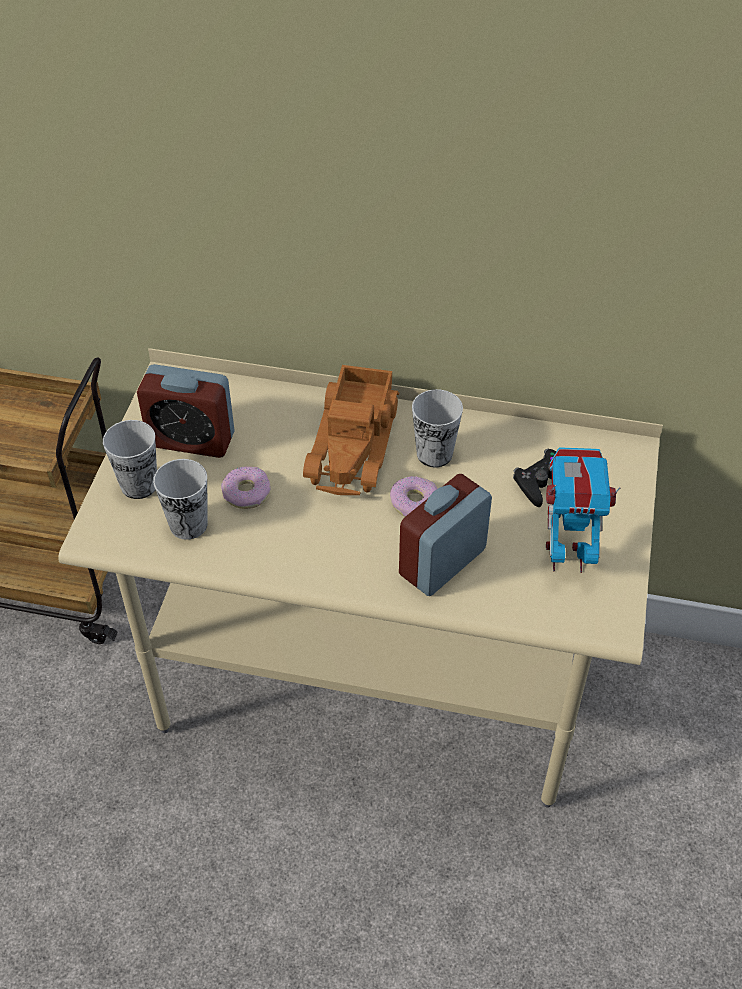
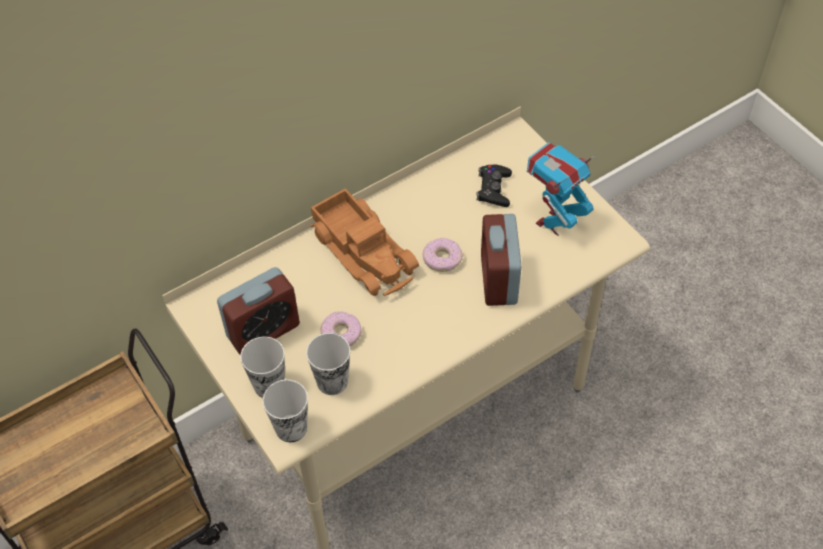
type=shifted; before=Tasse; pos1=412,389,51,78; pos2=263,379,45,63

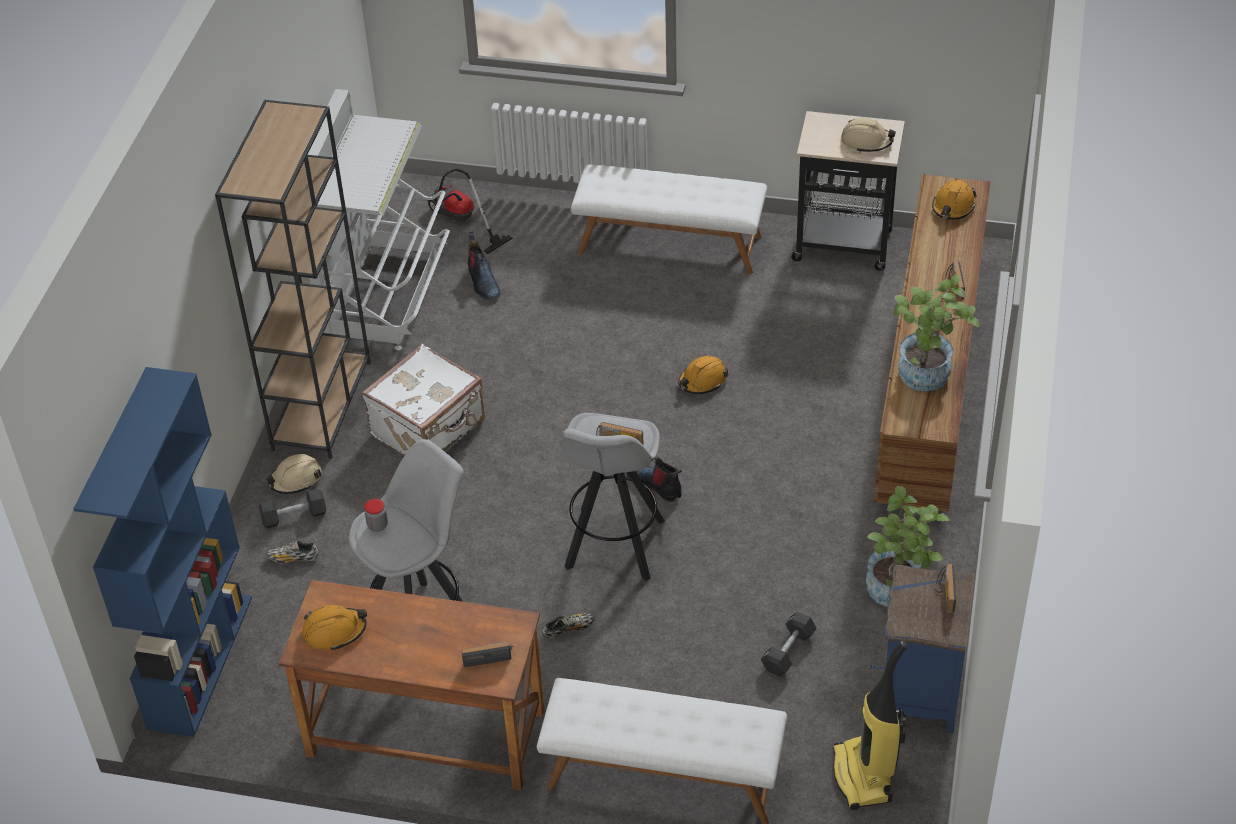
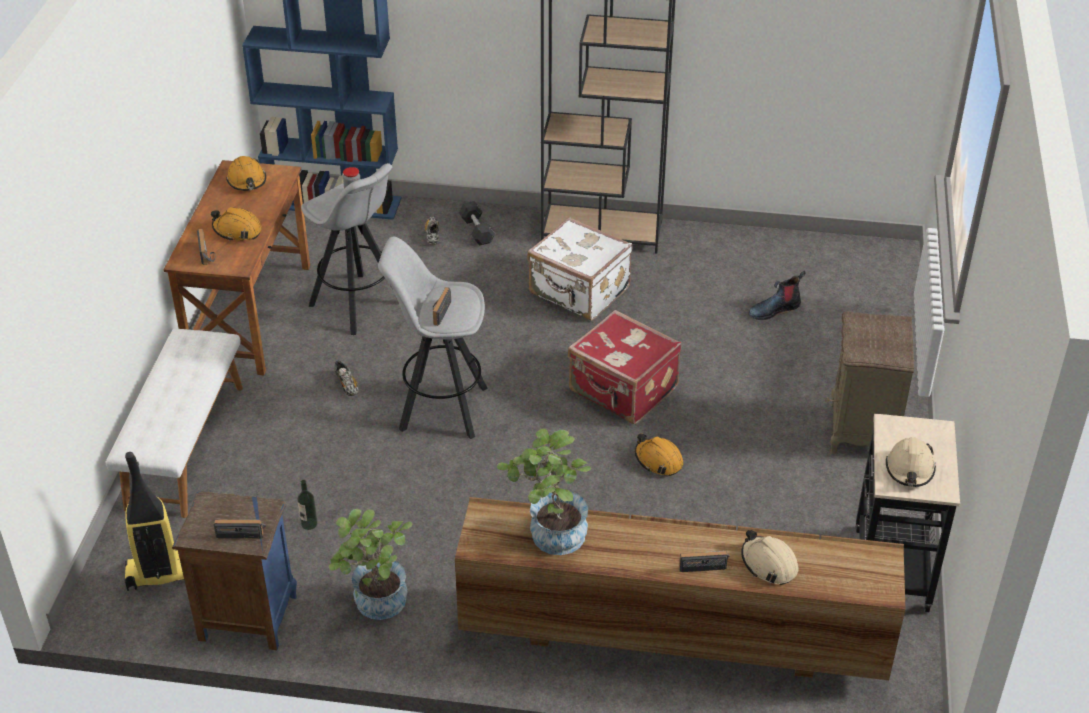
type=shifted; before=Schutzhelm [orange]; pos1=932,180,45,40; pos2=211,207,51,34
type=swapped; before=Hantel [schwarz]; after=Flasche; pos1=760,611,57,65; pos2=297,480,21,50
type=new; after=Koffer [rot]; pos2=568,310,114,114
type=shifted; before=Schutzhelm [beige]; pos1=266,454,56,40; pos2=741,530,58,55
type=swapped; before=Bank [weiß]; after=Nachttisch [beige]; pos1=571,164,196,110; pos2=825,311,89,143
type=gone; before=Schuhregal [weiß]; pos1=308,89,142,261
type=gone; before=Staubsauger; pos1=428,168,85,86
type=gone; before=Stiefel; pos1=626,456,56,46

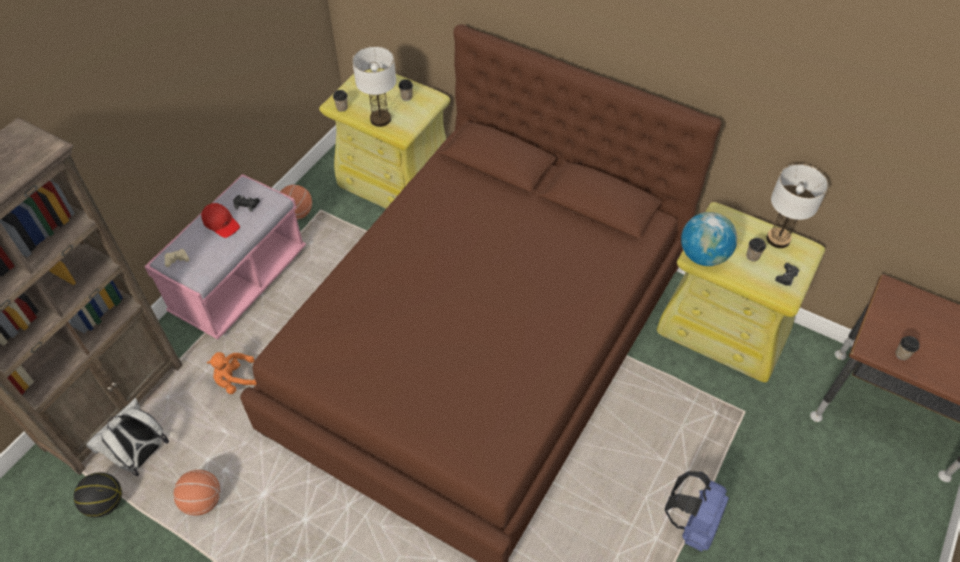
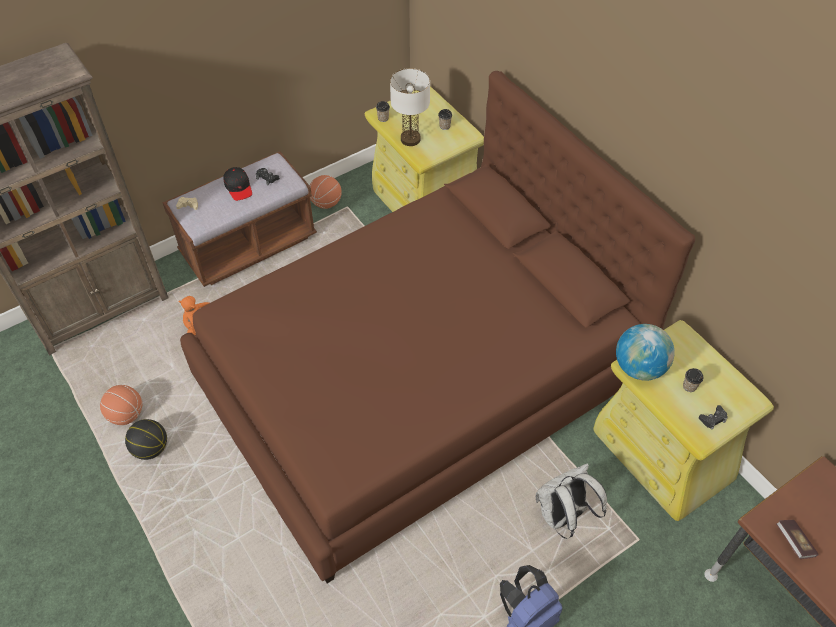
type=shifted; before=Basketball; pos1=74,472,48,45; pos2=125,419,42,41
type=repainted; before=Bank [rosa]; after=Bank [braun]; pos1=144,174,162,166; pos2=162,151,155,136
type=repainted; before=Kappe [rot]; after=Kappe [schwarz]; pos1=201,203,39,35; pos2=223,167,29,34
type=shifted; before=Rucksack [weiß]; pos1=86,398,83,78; pos2=536,463,71,76
type=swapped; before=Tasse; after=Buch; pos1=895,336,25,24; pos2=776,520,43,39
type=gone; before=Tischlampe; pos1=767,164,61,84

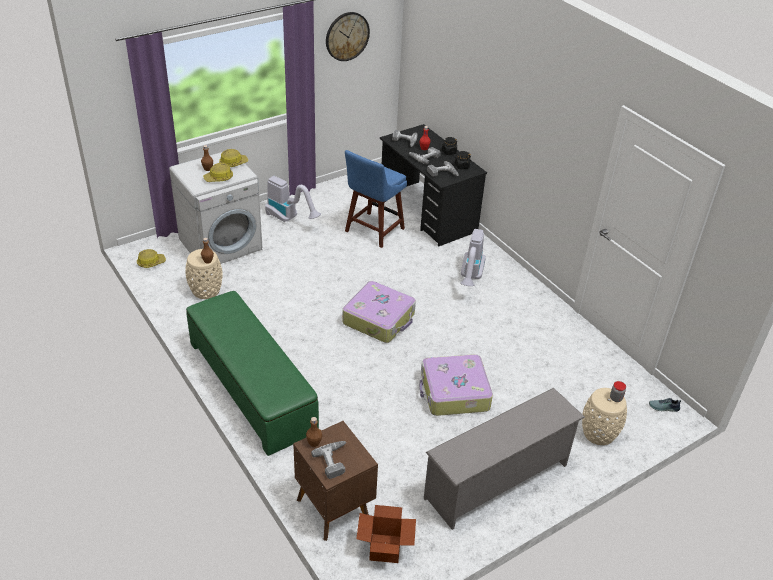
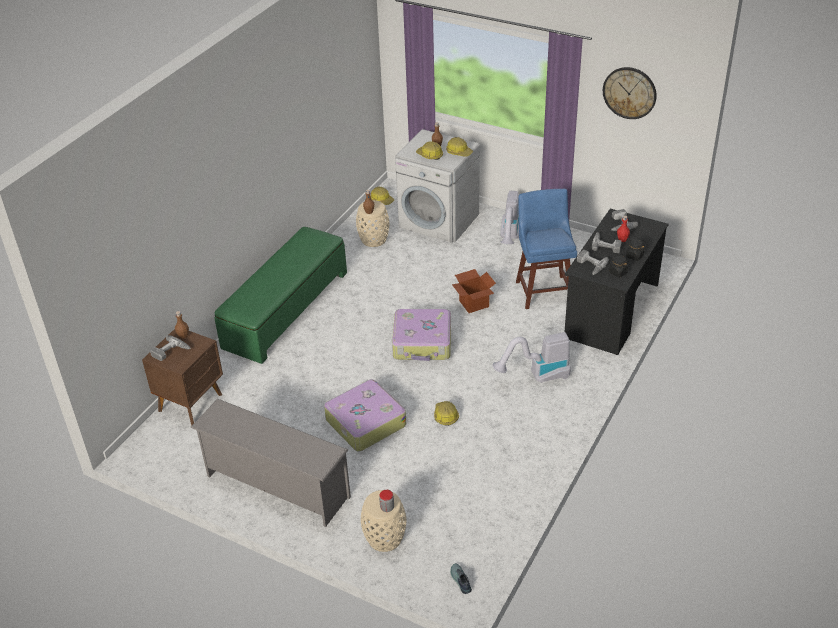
type=new; after=Schutzhelm; pos2=434,401,25,25
type=shifted; before=Karton; pos1=356,505,60,58; pos2=452,269,44,44
type=rotated; before=Stuhl [blau]; pos1=345,150,62,98; pos2=516,189,61,120; turn=75

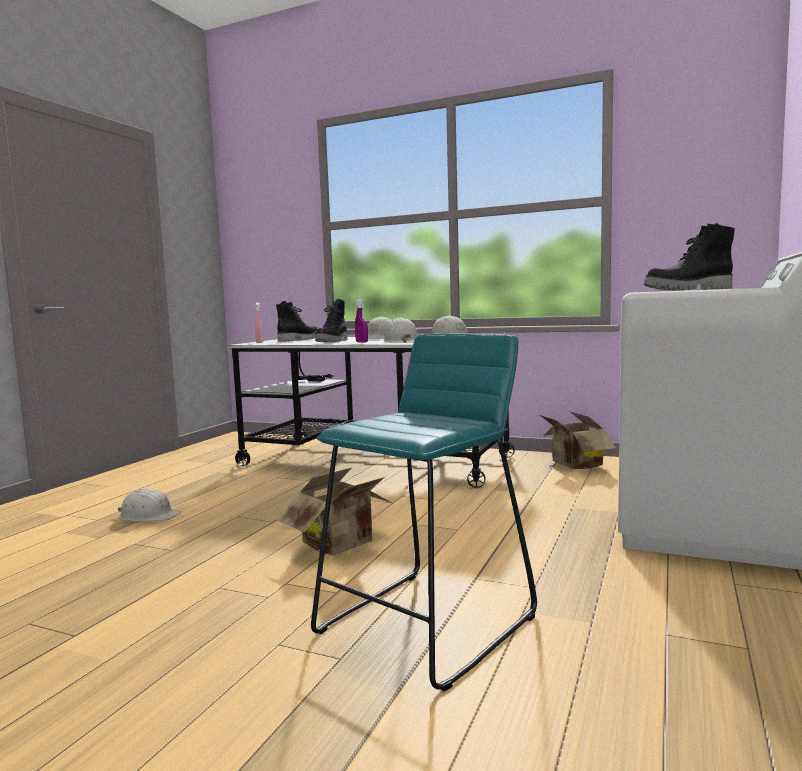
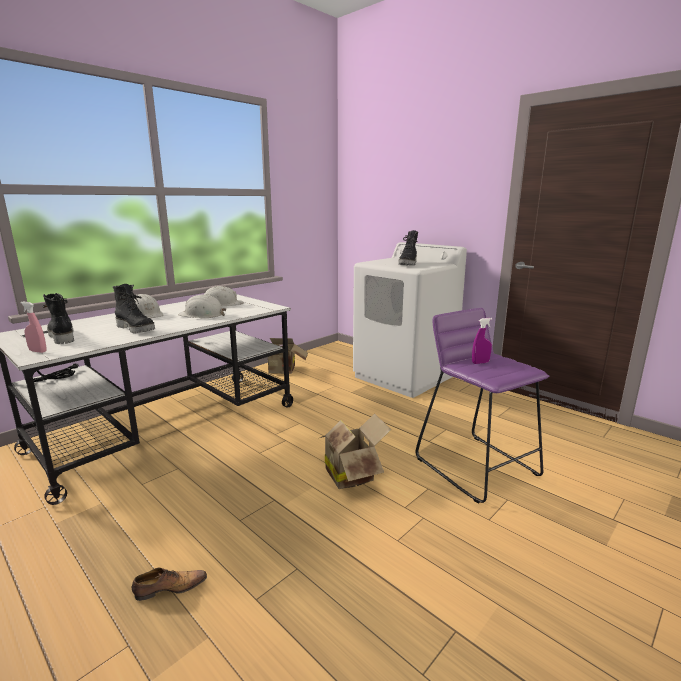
type=swapped; before=Schutzhelm [weiß]; after=Schuh; pos1=118,488,63,33; pos2=132,568,75,33
type=repainted; before=Hocker [türkis]; after=Hocker [lila]; pos1=311,334,226,358; pos2=416,308,133,196
type=shifted; before=Sprühflasche [lila]; pos1=355,299,13,44; pos2=472,318,20,46

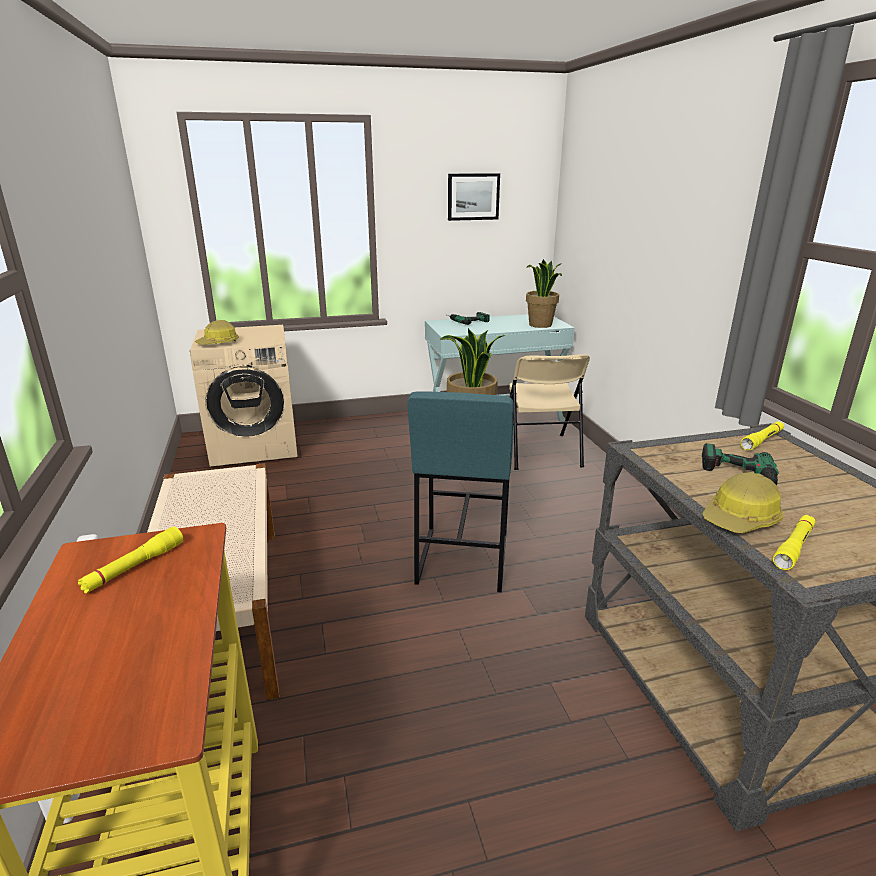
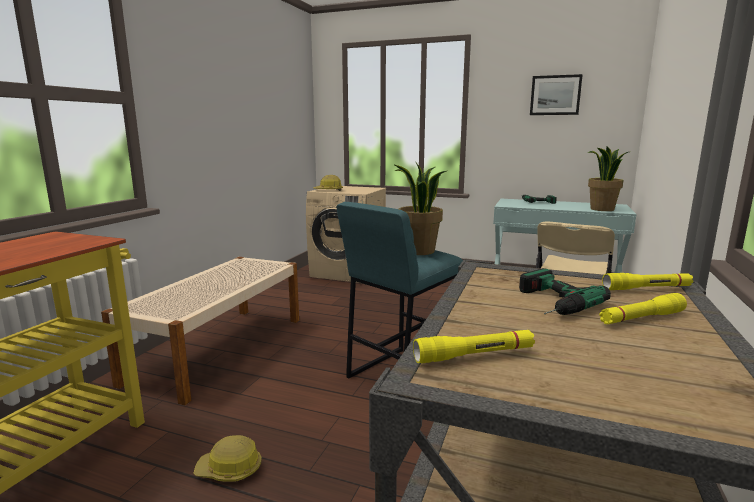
type=shifted; before=Schutzhelm; pos1=702,472,81,61; pos2=193,435,69,47
type=shifted; before=Taschenlampe [gelb]; pos1=78,527,105,66; pos2=599,293,88,31

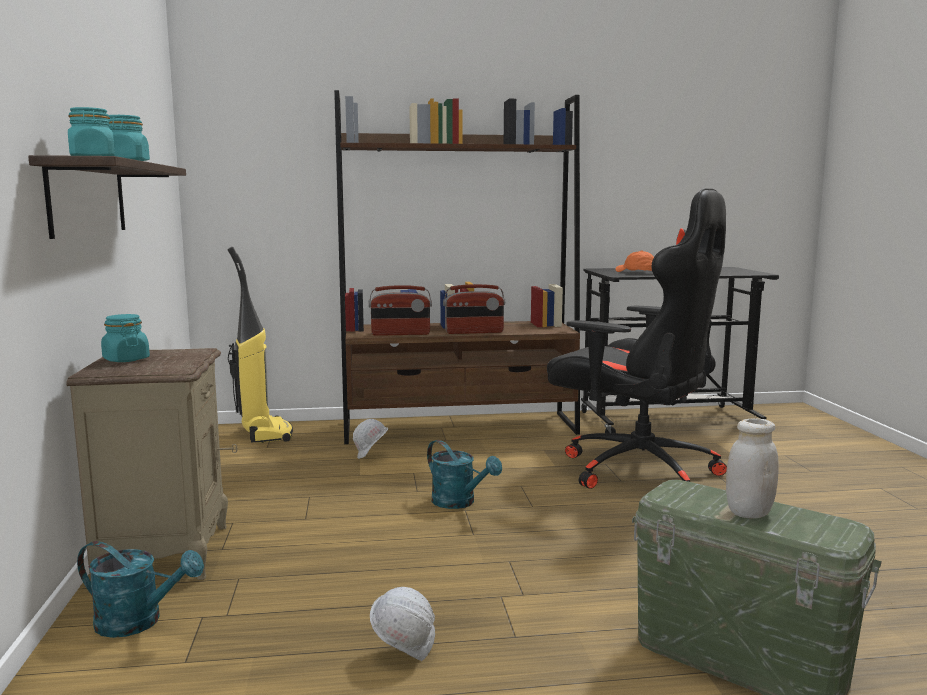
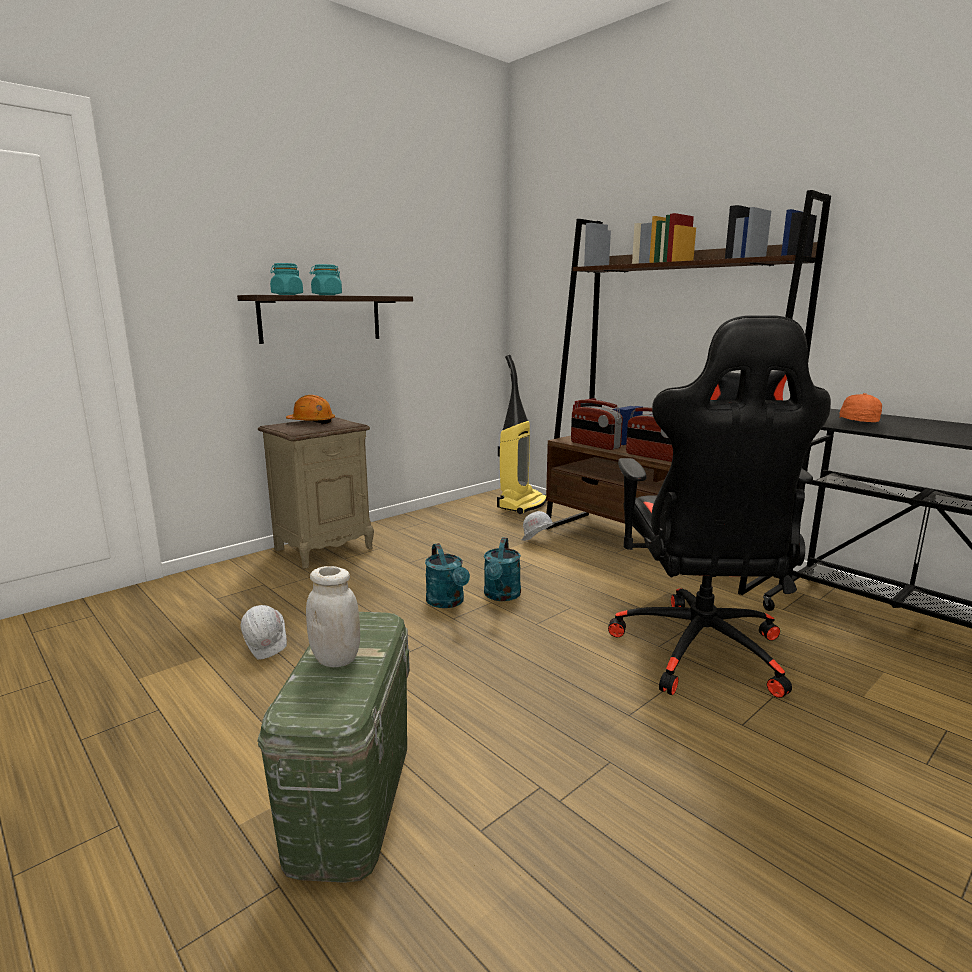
type=swapped; before=Vorratsglas [türkis]; after=Schutzhelm [orange]; pos1=101,314,49,48; pos2=286,395,49,29
type=shifted; before=Gießkanne [türkis]; pos1=77,541,127,97; pos2=425,543,45,65

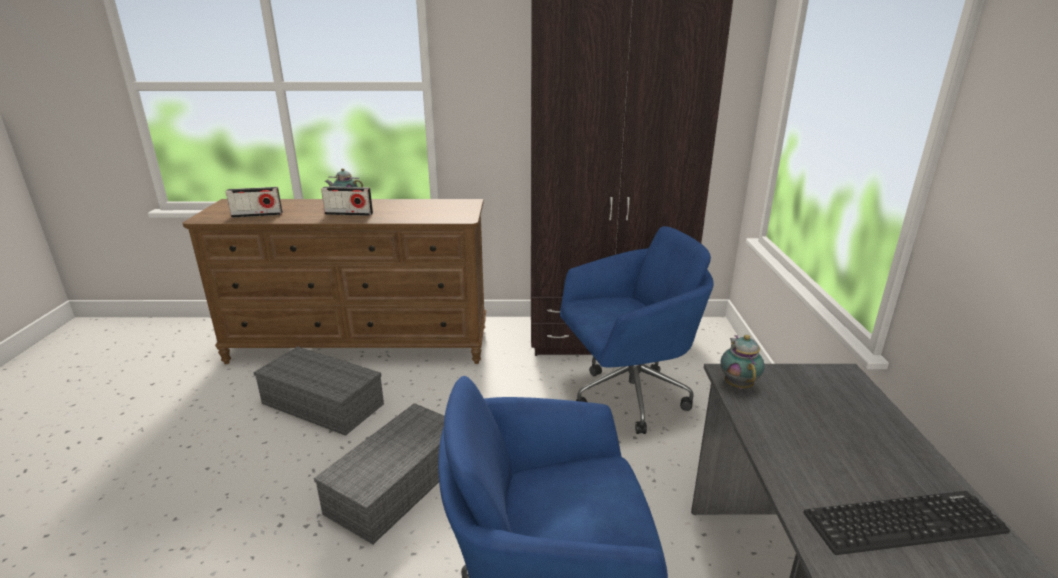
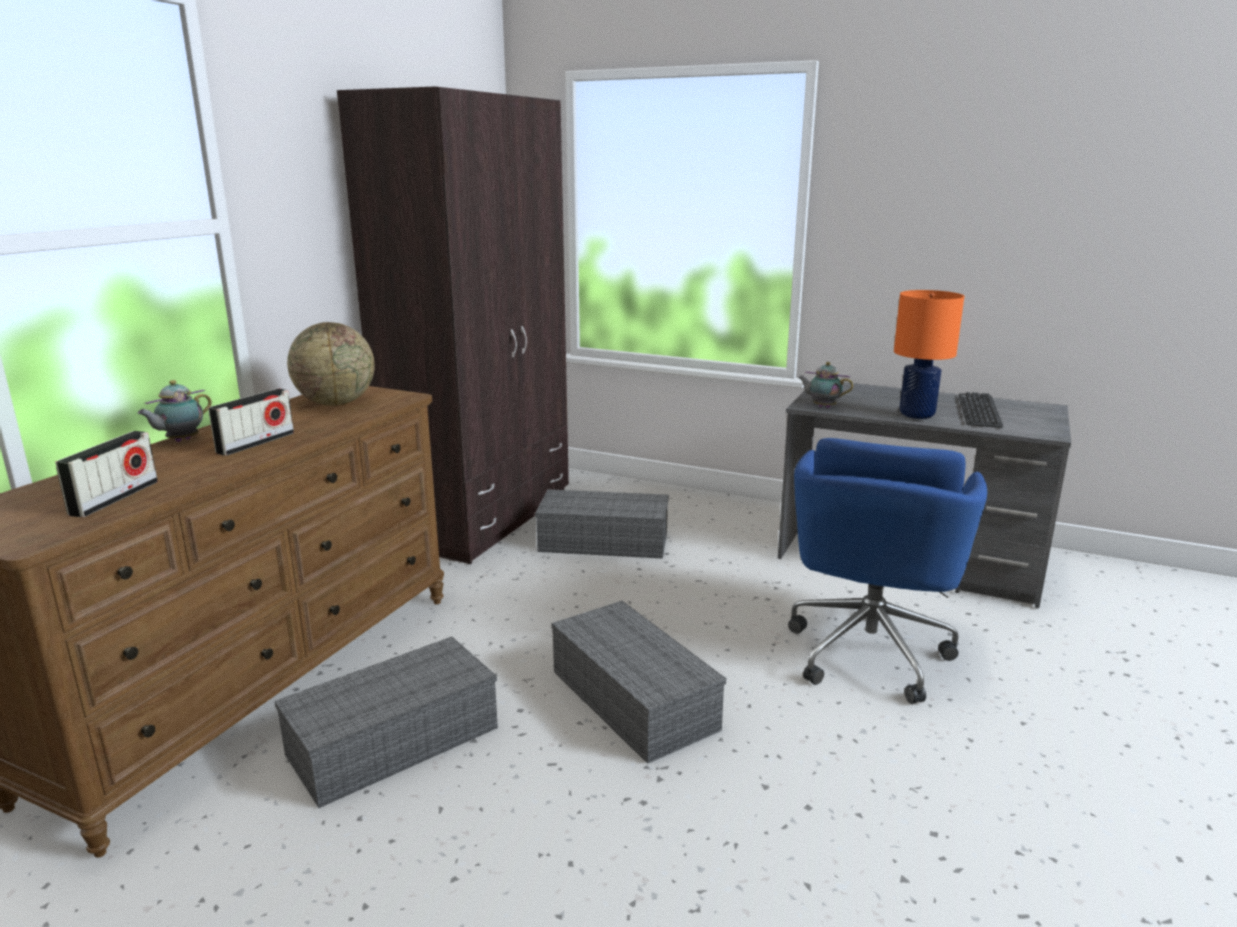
type=new; after=Globus; pos2=287,322,88,84
type=swapped; before=Bürostuhl [blau]; after=Aufbewahrungsbox [grau]; pos1=560,226,153,208; pos2=535,489,134,70
type=new; after=Tischlampe [orange]; pos2=894,290,70,129

